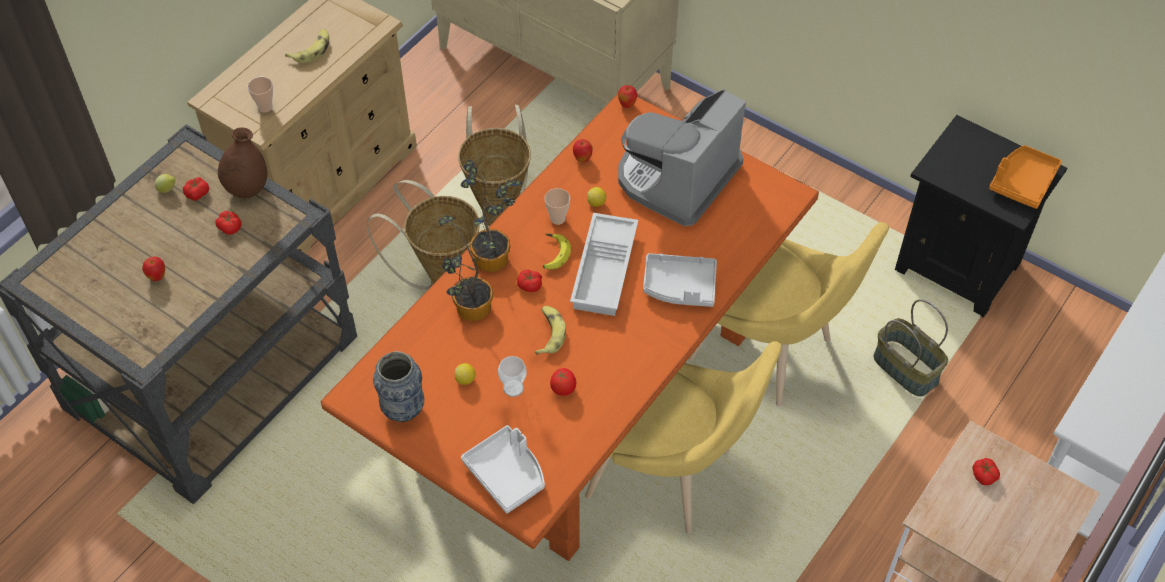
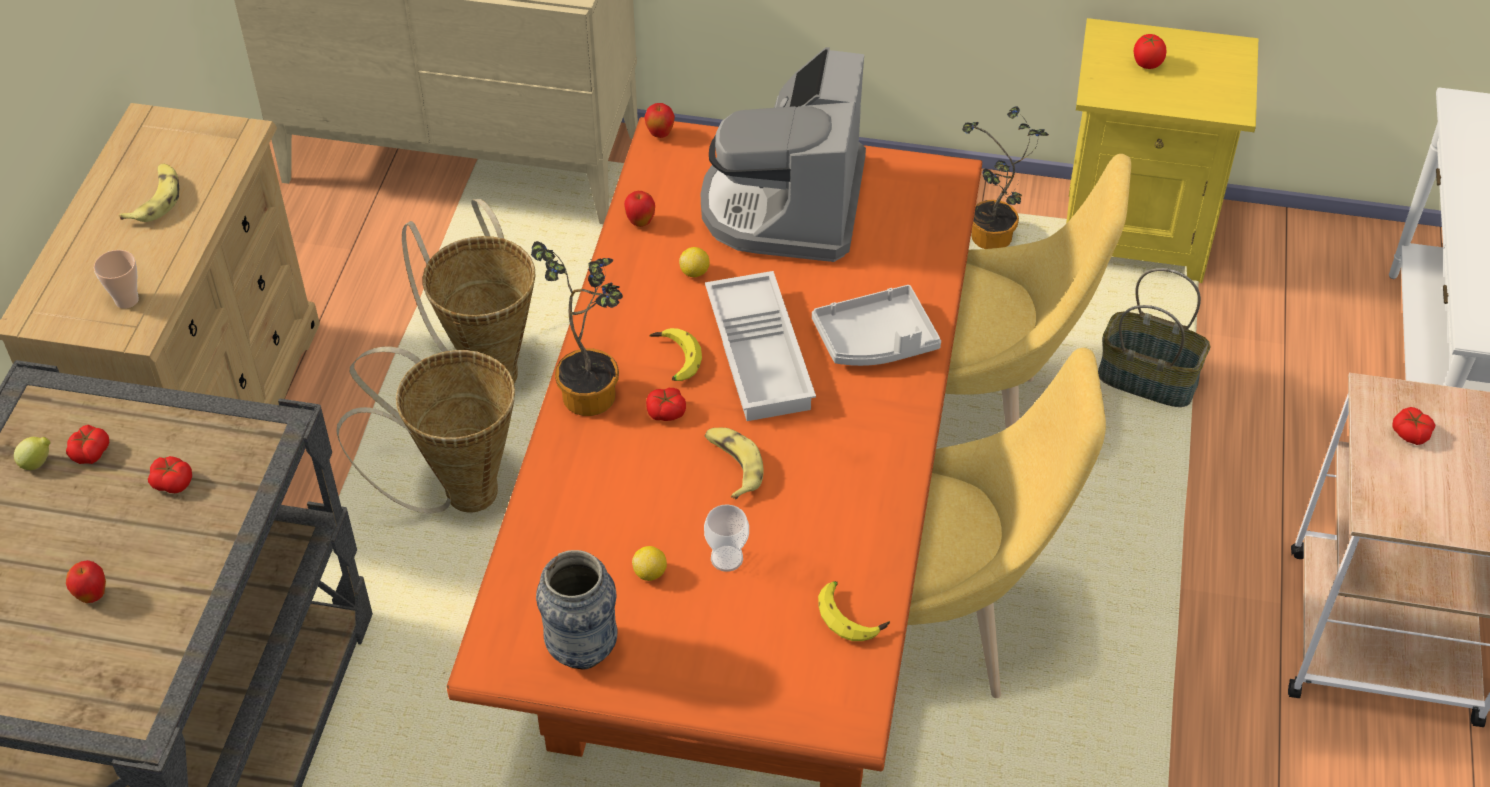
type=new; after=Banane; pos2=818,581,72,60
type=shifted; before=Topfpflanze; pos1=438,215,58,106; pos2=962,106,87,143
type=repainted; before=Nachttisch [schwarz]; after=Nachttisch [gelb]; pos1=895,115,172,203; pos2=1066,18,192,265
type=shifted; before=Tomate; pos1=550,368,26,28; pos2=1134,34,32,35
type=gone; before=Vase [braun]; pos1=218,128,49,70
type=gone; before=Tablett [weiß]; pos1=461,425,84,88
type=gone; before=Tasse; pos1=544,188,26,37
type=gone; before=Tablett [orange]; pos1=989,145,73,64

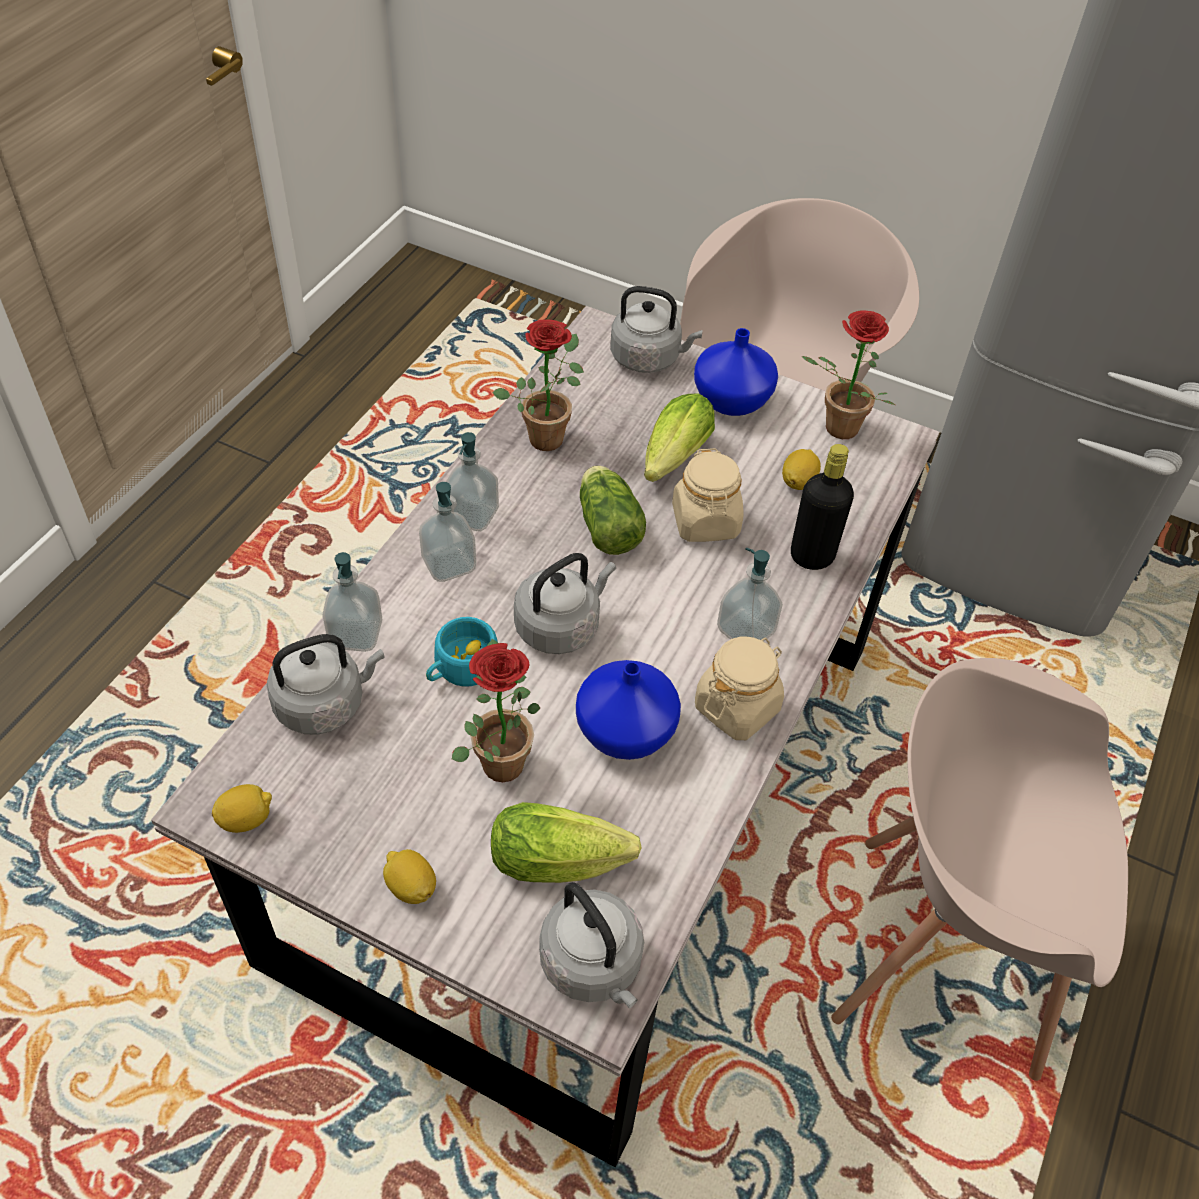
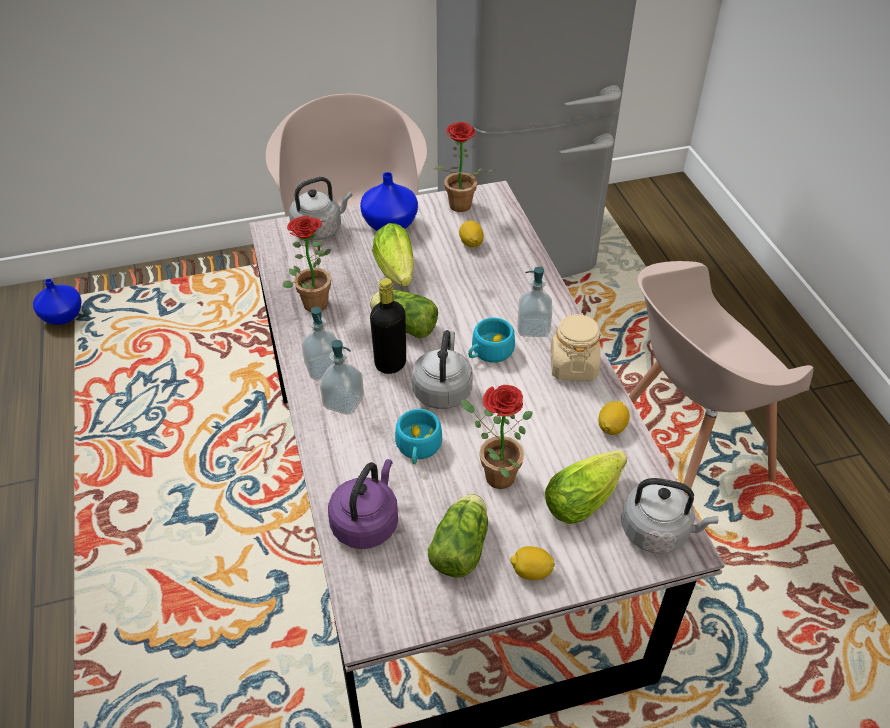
type=shifted; before=Vase [blau]; pos1=576,660,105,100; pos2=33,279,49,46
type=repainted; before=Wasserkessel [grau]; after=Wasserkessel [lila]; pos1=267,634,118,101; pos2=328,459,70,90
type=shifted; before=Flasche [schwarz]; pos1=791,444,63,126; pos2=370,278,36,96
type=new; after=Salatkopf; pos2=428,493,60,84
type=new; after=Tasse [türkis]; pos2=468,318,47,45
type=shifted; before=Zitrone; pos1=212,784,60,49; pos2=598,401,32,34
type=gone; before=Seifenspender; pos1=322,552,61,100
type=gone; before=Vorratsglas [beige]; pos1=672,448,72,94

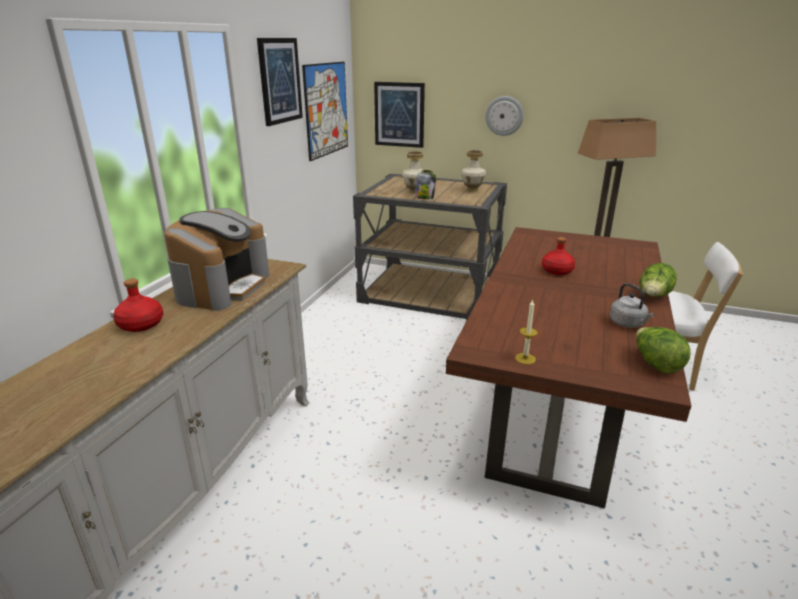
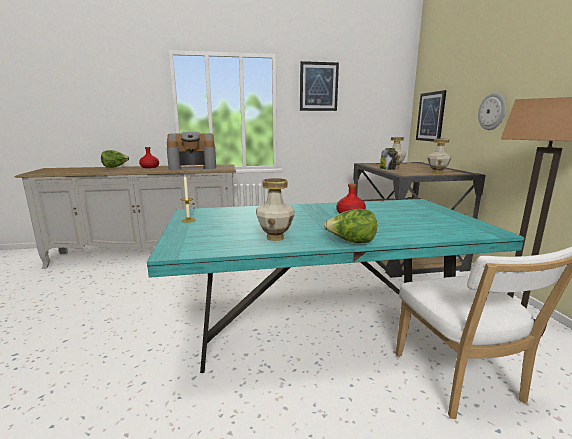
type=shifted; before=Salatkopf; pos1=637,327,53,47; pos2=101,150,28,18
type=repainted; before=Esstisch [braun]; after=Esstisch [türkis]; pos1=446,227,245,281; pos2=147,199,378,174
type=swapped; before=Wasserkessel [grau]; after=Vase; pos1=610,283,44,45; pos2=256,178,39,63
type=gone; before=Bild; pos1=302,62,46,99

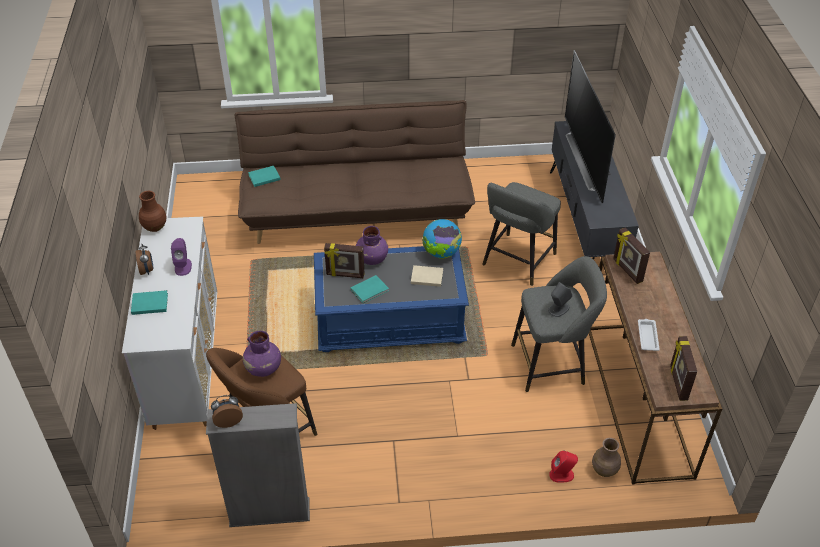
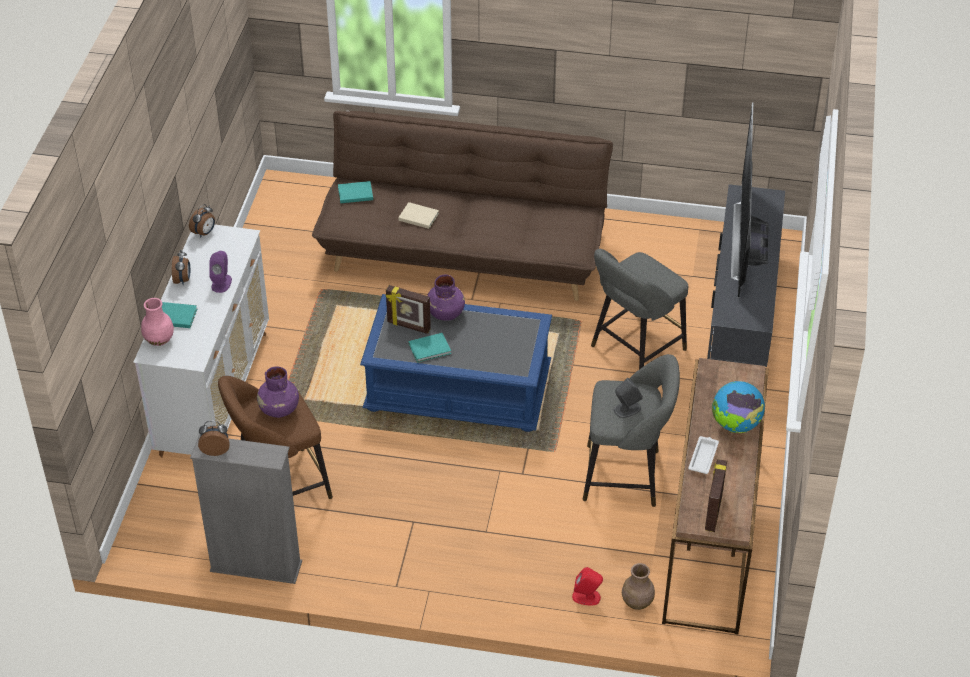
type=new; after=Vase [rosa]; pos2=141,298,33,48
type=swapped; before=Vase [braun]; after=Wecker; pos1=139,191,28,41; pos2=189,204,26,34
type=shifted; before=Buch [beige]; pos1=411,265,32,22; pos2=398,202,41,27
type=shifted; before=Globus; pos1=422,219,40,40; pos2=712,381,53,52
type=gone; before=Bilderrahmen; pos1=613,228,37,56

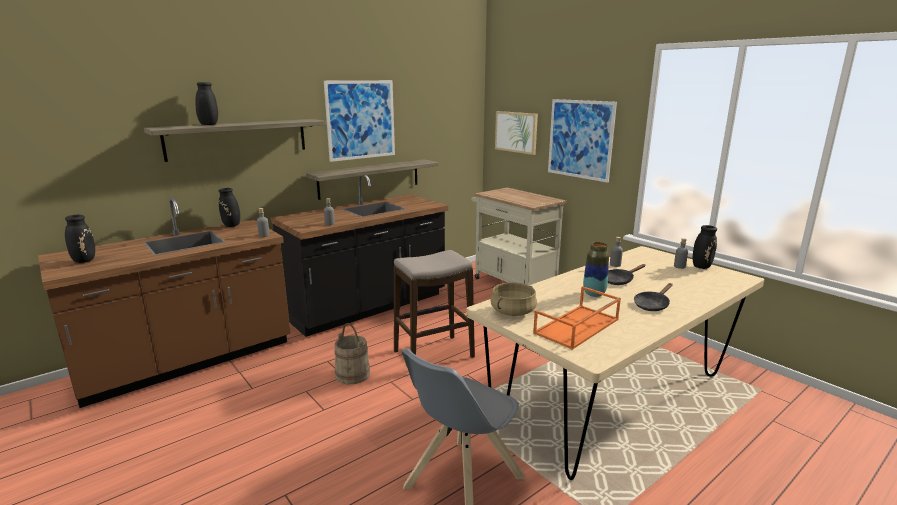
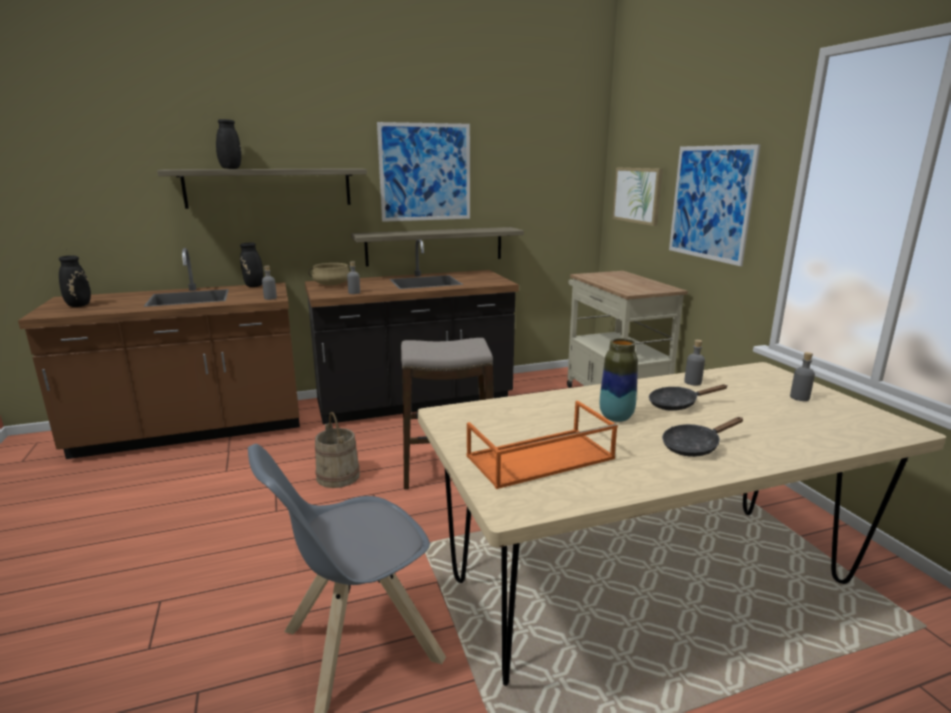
type=shifted; before=Kochtopf [beige]; pos1=490,282,47,34; pos2=308,263,42,22
type=gone; before=Vase [schwarz]; pos1=693,225,24,44

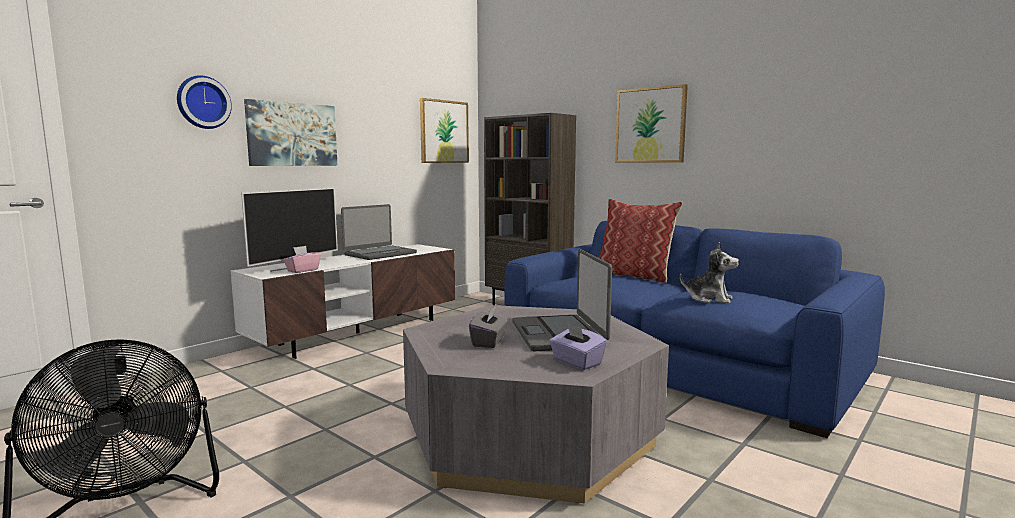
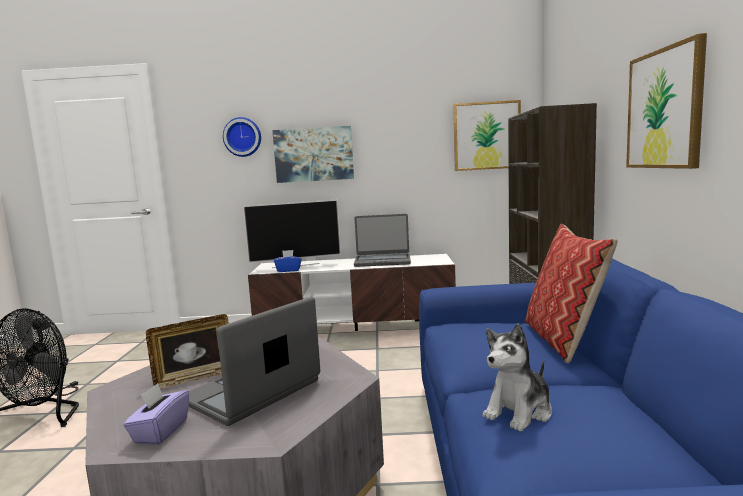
type=swapped; before=Taschentuchbox [grau]; after=Bilderrahmen; pos1=469,306,38,42; pos2=146,314,83,74
type=repainted; before=Taschentuchbox [rosa]; after=Taschentuchbox [blau]; pos1=283,246,38,27; pos2=274,250,28,22
type=rotated; before=Plüschtier; pos1=680,242,59,62; pos2=482,323,70,109; turn=60

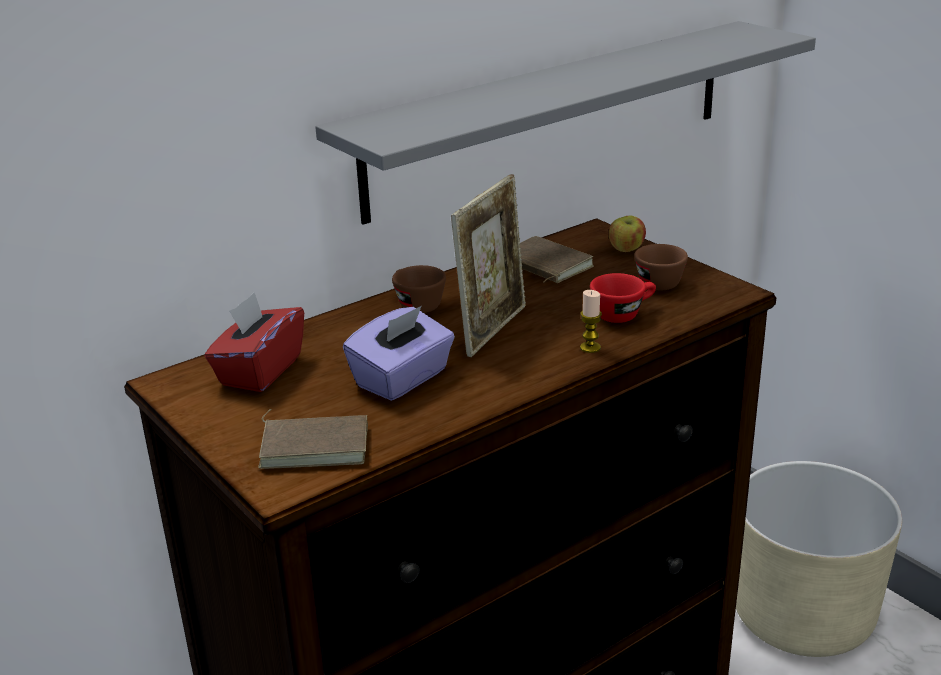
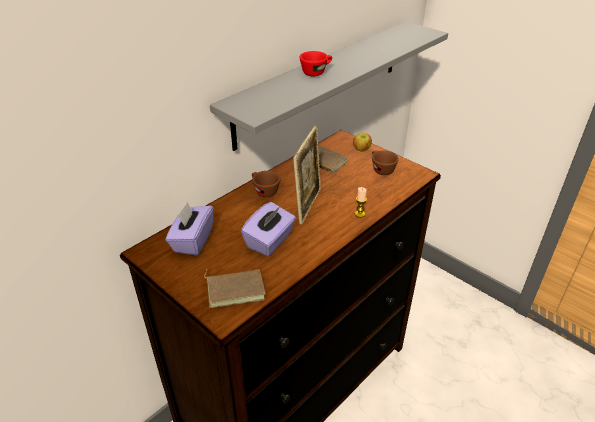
type=repainted; before=Taschentuchbox [rot]; after=Taschentuchbox [lila]; pos1=205,293,99,99; pos2=166,202,48,54
type=shifted; before=Tasse [rot]; pos1=590,273,66,50; pos2=300,51,32,25
type=gone; before=Pflanzkübel [beige]; pos1=736,461,166,196

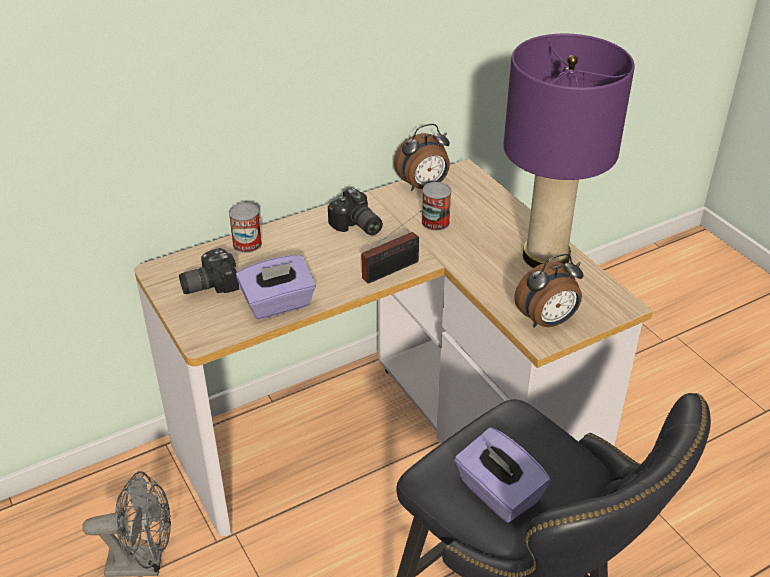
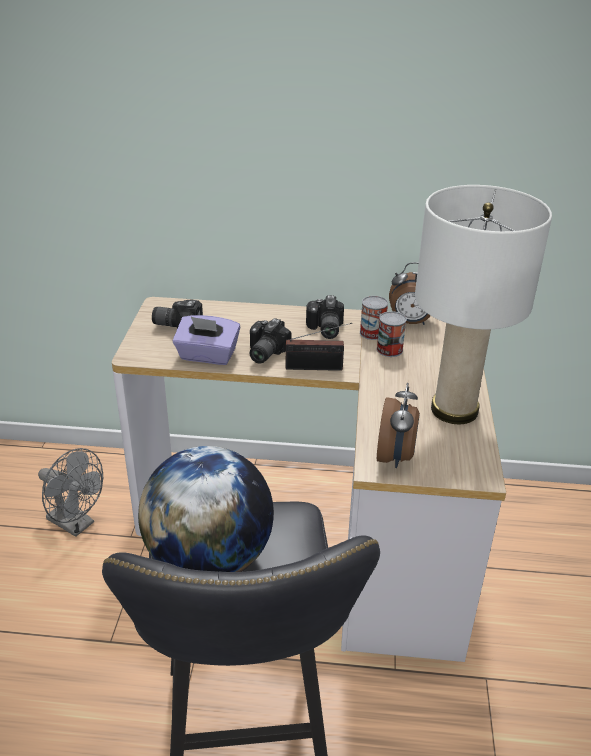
type=swapped; before=Taschentuchbox [lila]; after=Globus; pos1=454,427,97,95; pos2=138,446,136,126
type=new; after=Kamera; pos2=249,318,43,46
type=shifted; before=Dose; pos1=229,203,33,50; pos2=360,296,28,44
type=rotated; before=Wecker; pos1=514,254,70,74; pos2=377,383,43,85; turn=-90
type=repainted; before=Tischlampe [lila]; after=Tischlampe [weiß]; pos1=504,33,131,235; pos2=415,185,137,239

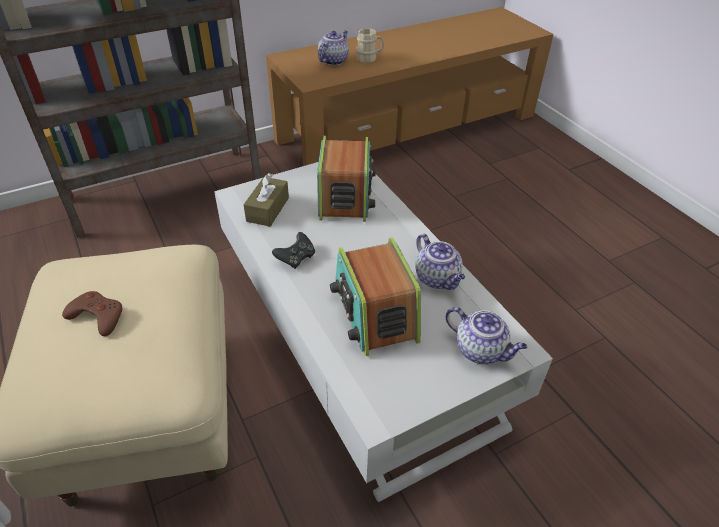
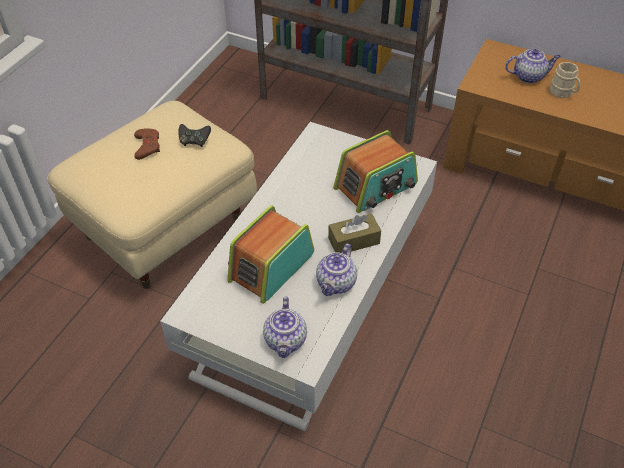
type=shifted; before=Gamepad [schwarz]; pos1=272,232,43,37; pos2=178,124,33,23
type=shifted; before=Taschentuchbox [braun]; pos1=244,173,45,54; pos2=328,214,53,39

